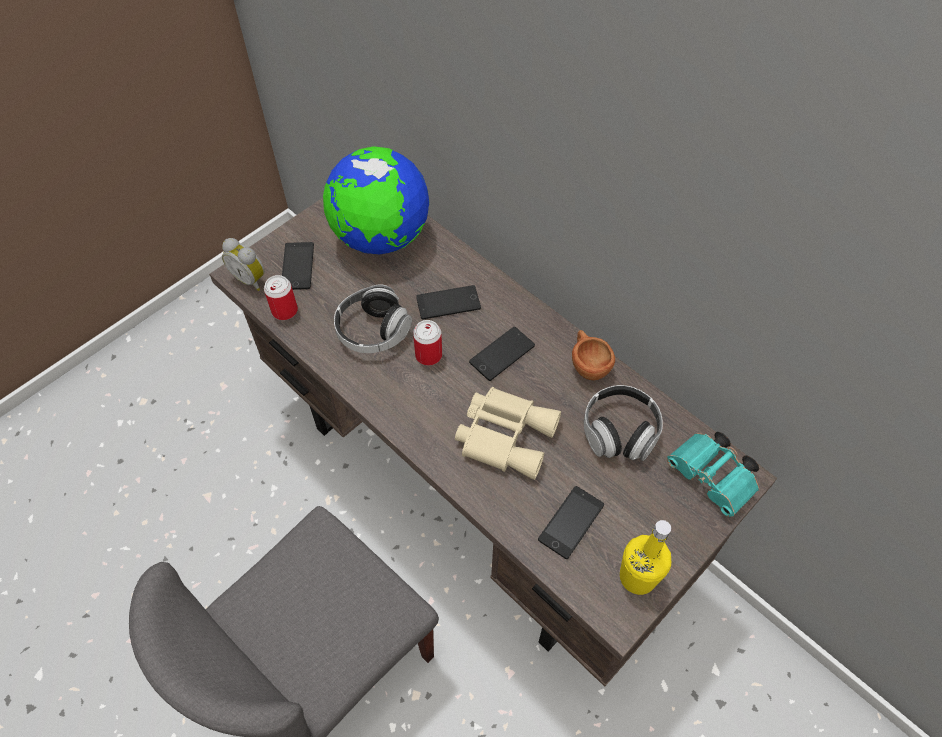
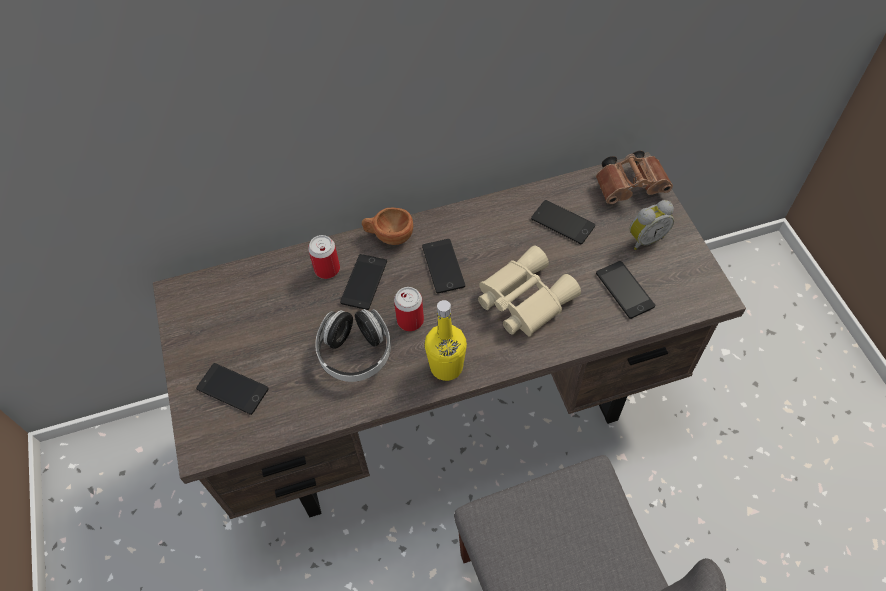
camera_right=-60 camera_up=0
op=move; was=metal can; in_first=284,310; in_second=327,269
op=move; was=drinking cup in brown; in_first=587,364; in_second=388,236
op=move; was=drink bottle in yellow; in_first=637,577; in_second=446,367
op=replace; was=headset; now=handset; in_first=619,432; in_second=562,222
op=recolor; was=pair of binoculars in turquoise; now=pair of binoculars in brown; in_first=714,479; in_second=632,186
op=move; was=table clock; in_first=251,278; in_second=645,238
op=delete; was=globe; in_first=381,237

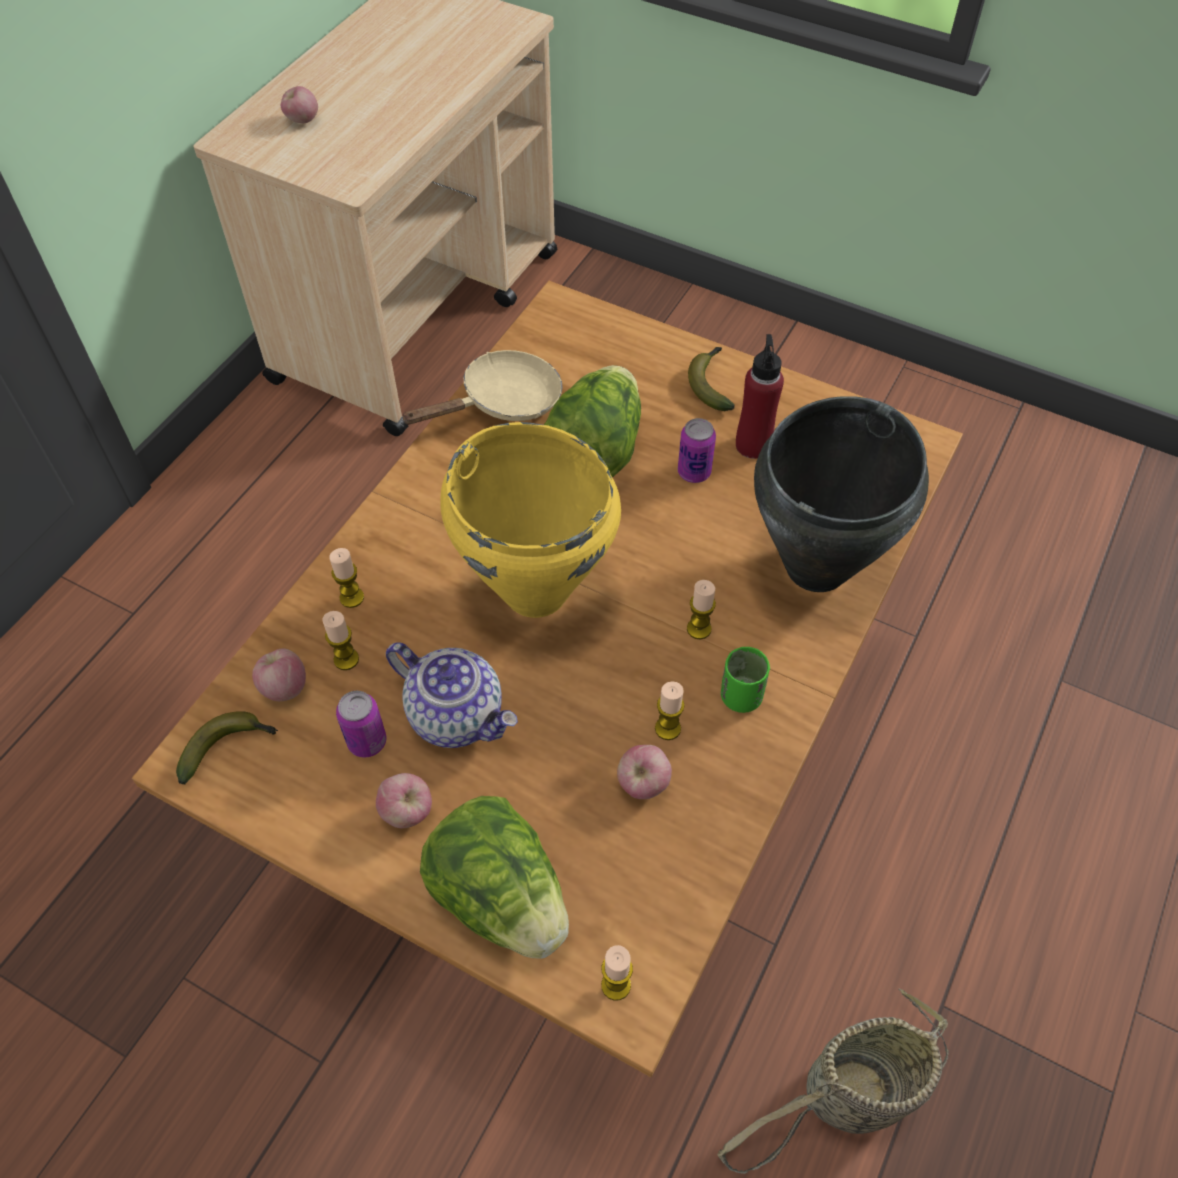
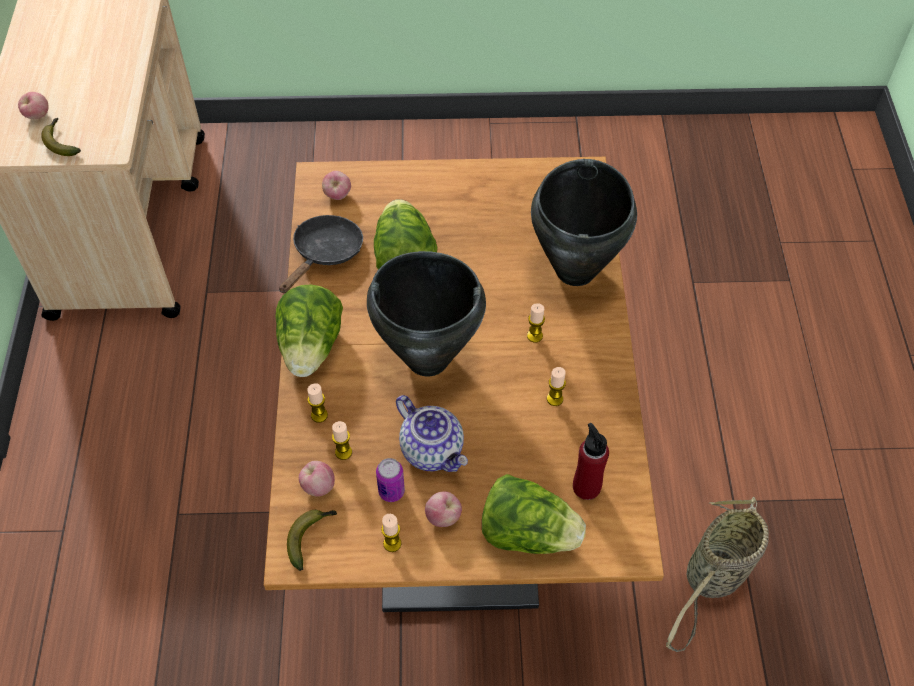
camera_right=-30 camera_up=0
op=move; was=banana fruit; in_first=711,383; in_second=61,142
op=insert; now=lettuce; in_second=311,347
op=recolor; was=frying pan in sand-coloured; now=frying pan in black-coloured; in_first=503,402; in_second=325,253
op=move; was=apple; in_first=643,784; in_second=337,195
op=recolor; was=cooking pot in yellow; now=cooking pot in black-coloured; in_first=535,590; in_second=427,358
op=move; was=candle; in_first=616,985; in_second=392,543
op=rotate; was=teapot; in_first=457,715; in_second=433,450; clockwise=45
op=move; was=drink bottle in red-coloured; in_first=753,445; in_second=586,487
op=delete; was=metal can; in_first=694,472
op=delete; was=drinking cup in green; in_first=740,696

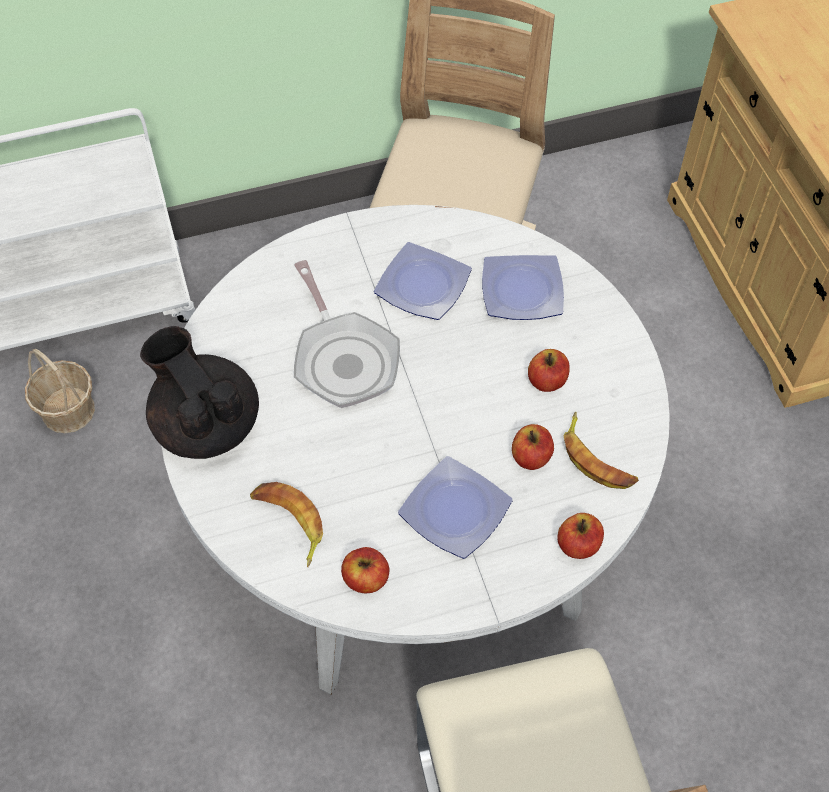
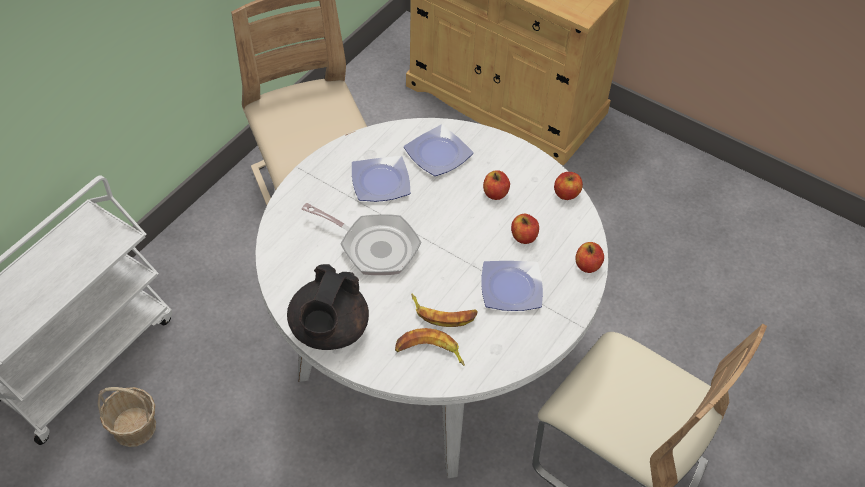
camera_right=-40 camera_up=-5
op=rotate; was=teapot in black-coloured; in_first=206,424; in_second=329,330; clockwise=-90
op=move; was=banana fruit; in_first=597,458; in_second=443,313
op=move; was=apple; in_first=366,579; in_second=566,193

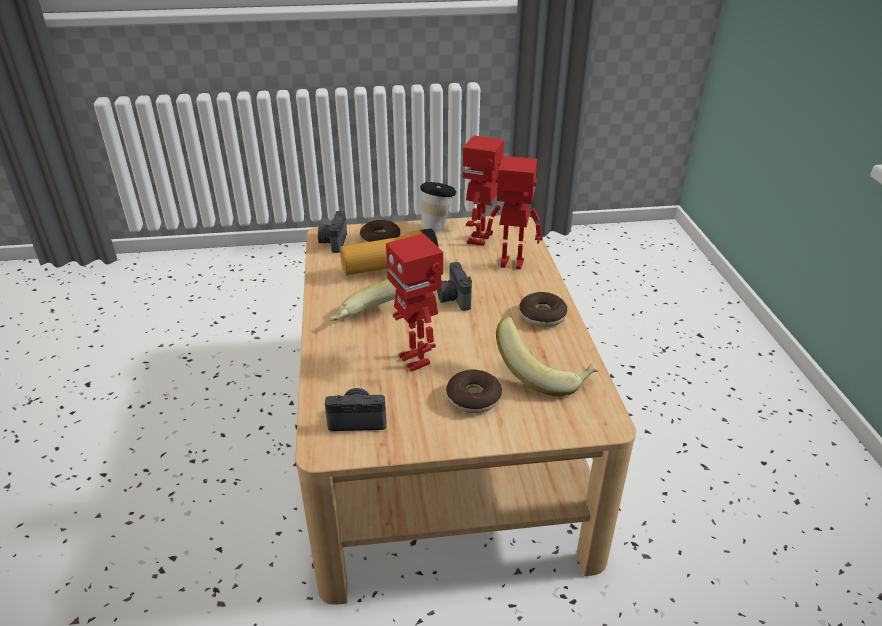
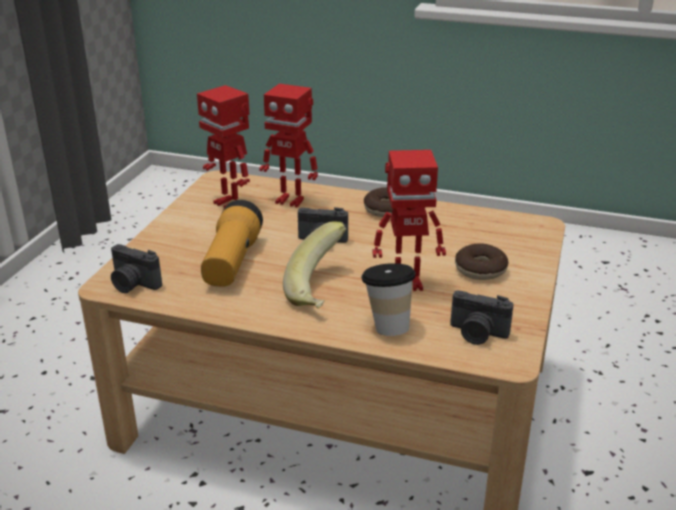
camera_right=-65 camera_up=-5
op=rotate; was=robot figure; in_first=511,264; in_second=291,200; clockwise=-105
op=move; was=drinking cup; in_first=437,226; in_second=387,326
op=rotate; was=still camera; in_first=357,420; in_second=477,334; clockwise=-90
op=delete; was=doughnut; in_first=380,239
op=delete; was=banana fruit; in_first=544,374

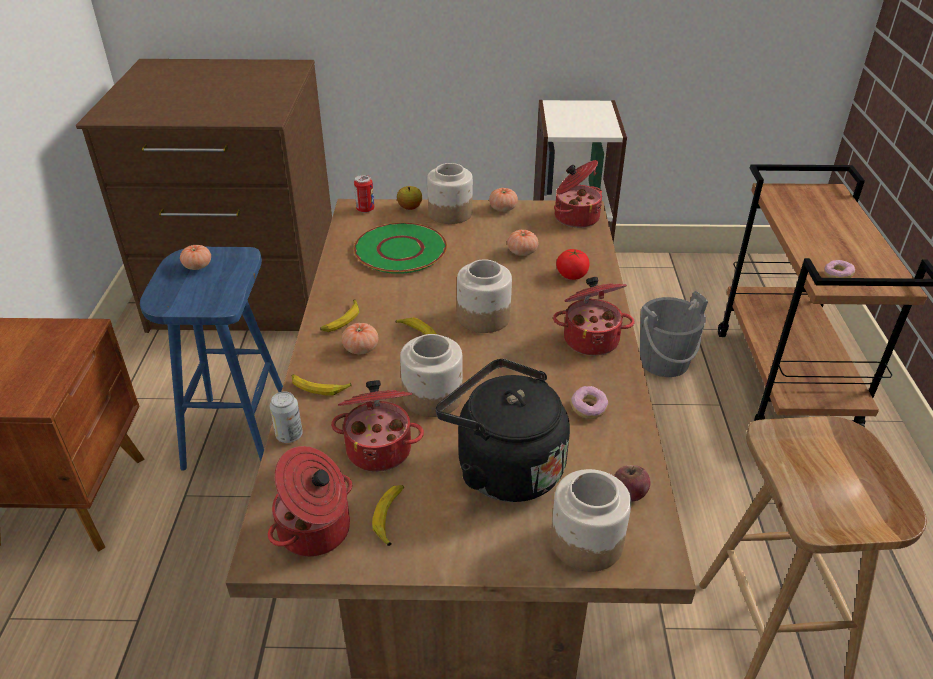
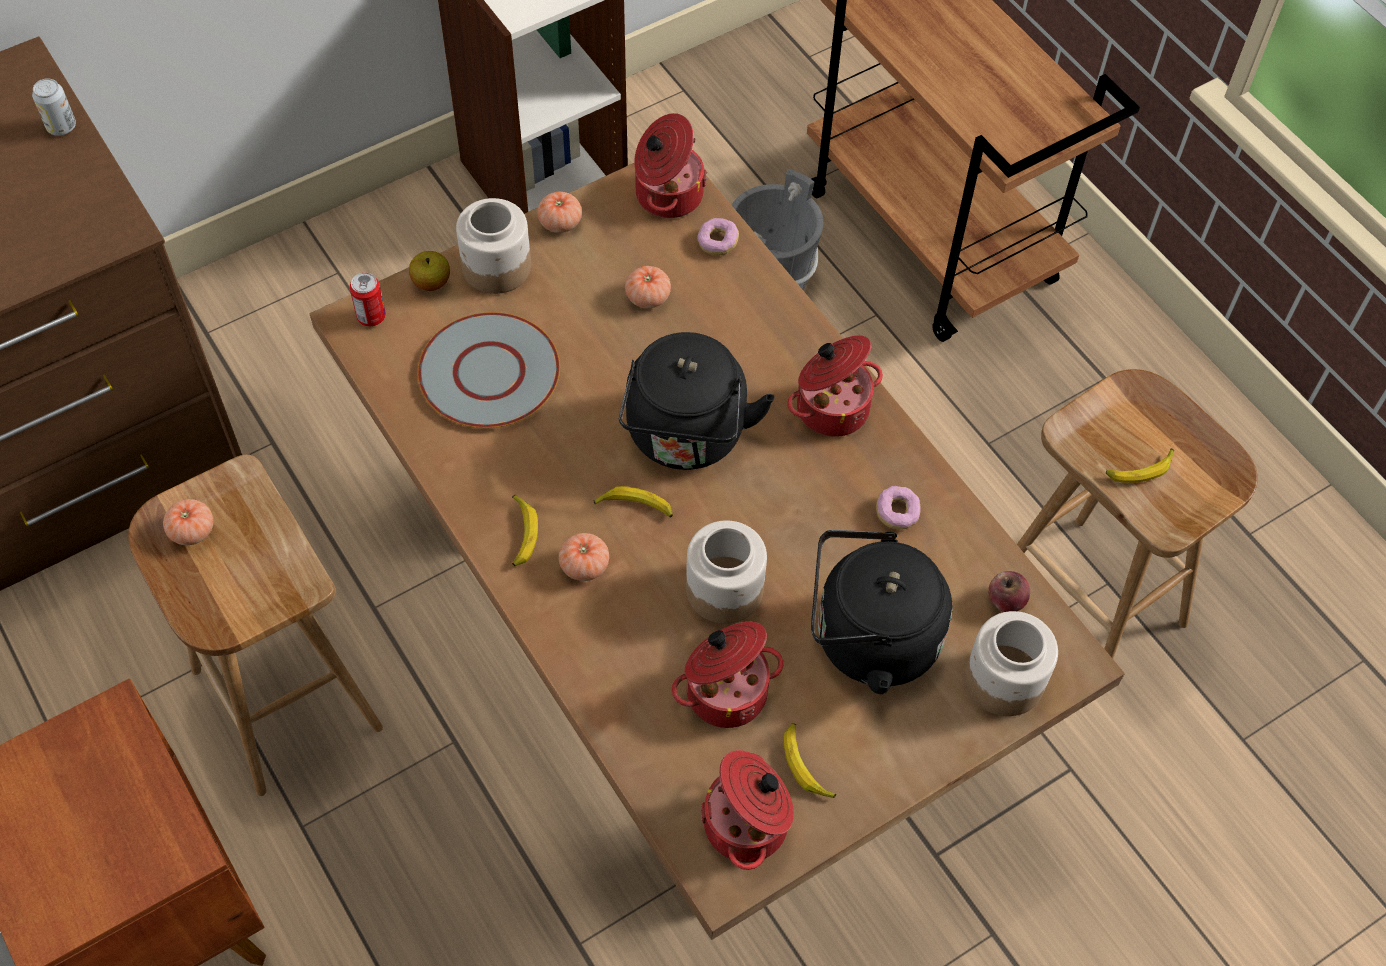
camera_right=-35 camera_up=20
op=move; was=metal can; in_first=289,435; in_second=61,127
op=recolor; was=stool in bluish; now=stool in brown; in_first=236,432; in_second=283,698
op=recolor; was=dinner plate in green; now=dinner plate in grey; in_first=400,250; in_second=488,373
op=replace; was=preserve jar; now=kettle in black-coloured; in_first=483,317; in_second=686,438
op=move; was=doughnut; in_first=837,276; in_second=717,243
op=move; was=banana fruit; in_first=319,387; in_second=1139,470
op=delete; was=fresh tomato; in_first=571,275

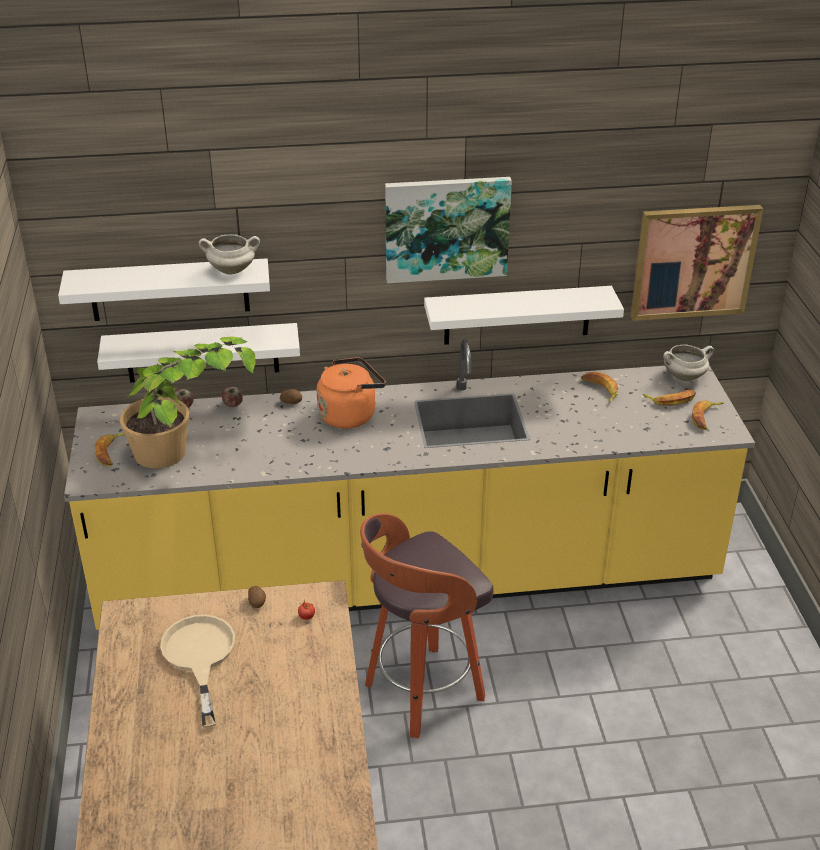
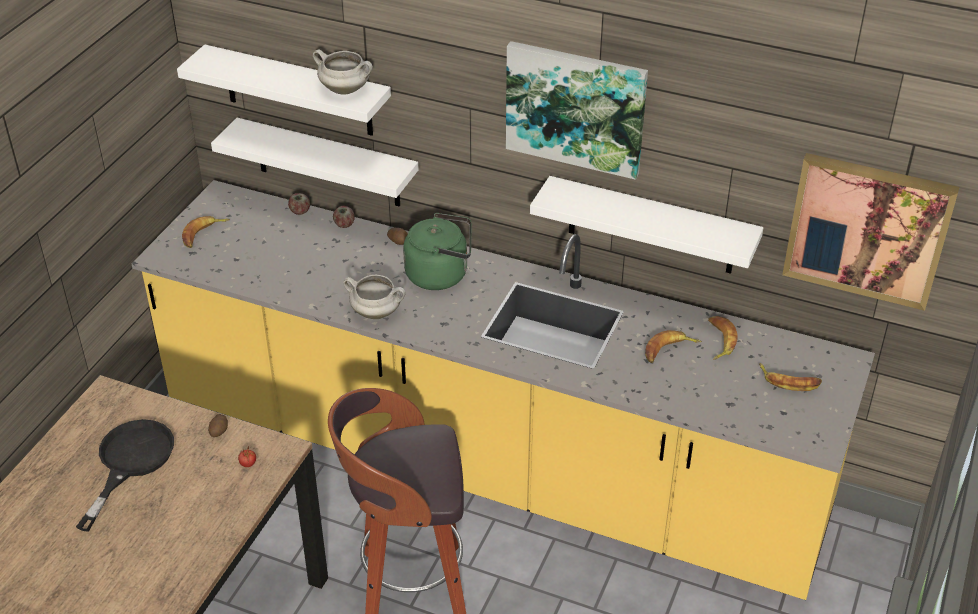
camera_right=30 camera_up=5
op=recolor; was=frying pan in sand-coloured; now=frying pan in black-coloured; in_first=199,657; in_second=130,462
op=move; was=cooking pot in white-coloured; in_first=684,376; in_second=377,312
op=recolor; was=kettle in orange-coloured; now=kettle in green; in_first=350,414; in_second=441,274
op=move; was=banana fruit; in_first=706,417; in_second=668,350
op=delete; was=potted plant; in_first=187,453

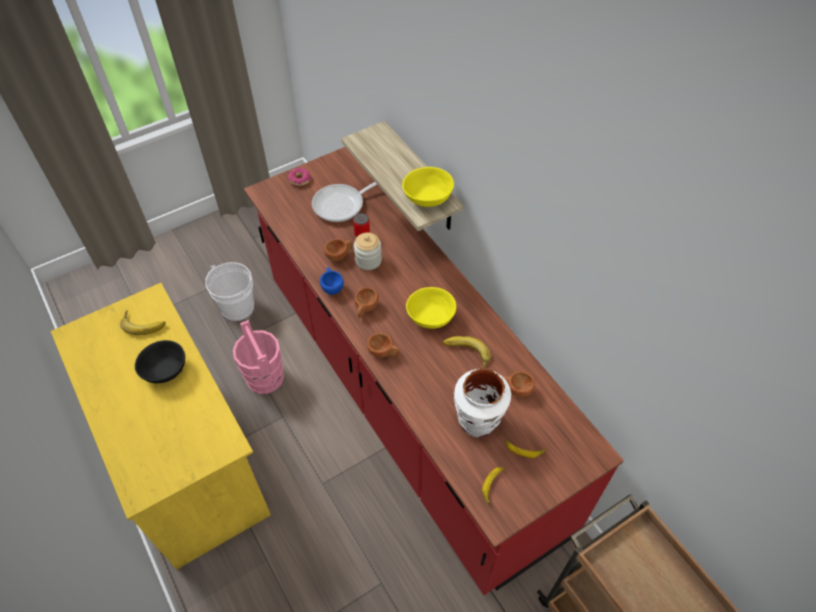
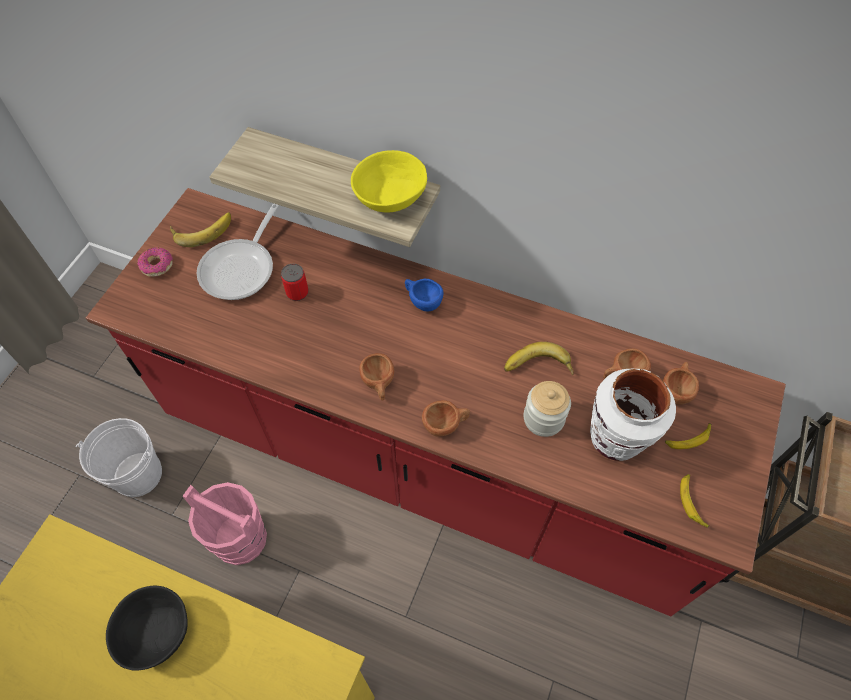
camera_right=-35 camera_up=5
op=move; was=banana fruit; in_first=144,323; in_second=202,229
op=move; was=drinking cup in bluish; in_first=331,286; in_second=422,301
op=move; was=preserve jar; in_first=368,260; in_second=543,418
op=move; was=drinking cup in brown; in_first=340,255; in_second=676,389
op=delete; was=serving bowl in yellow; in_first=431,317

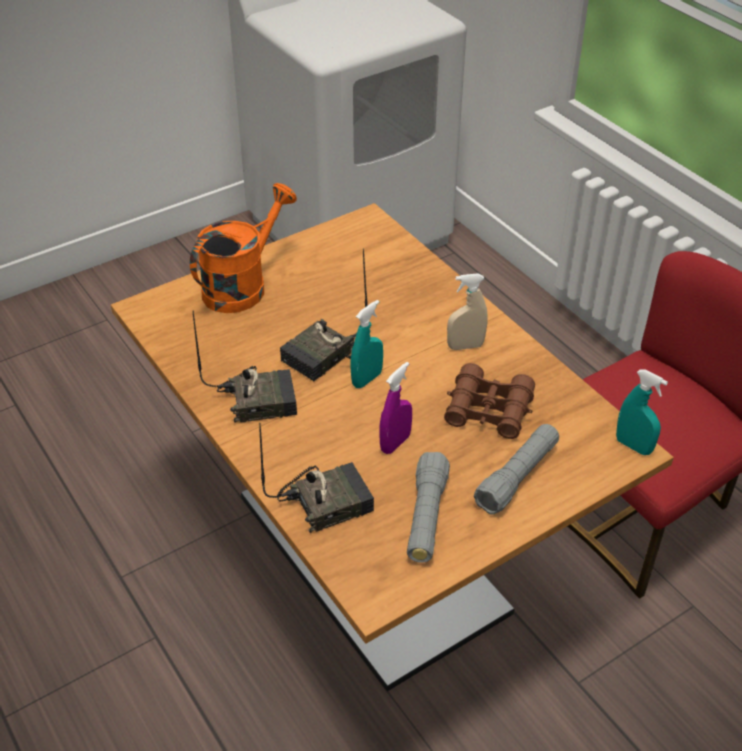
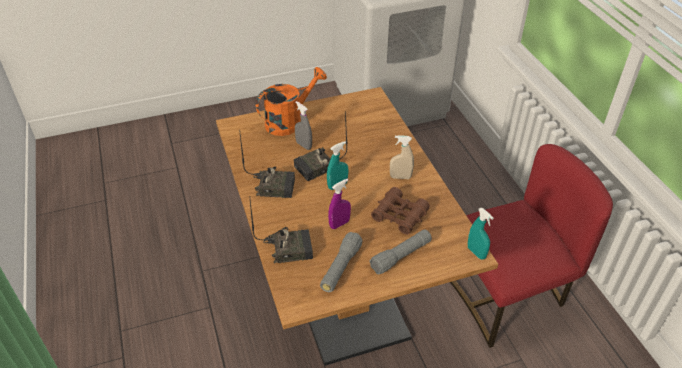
camera_right=15 camera_up=0
op=insert; now=hand sprayer in grey; in_second=303,145

